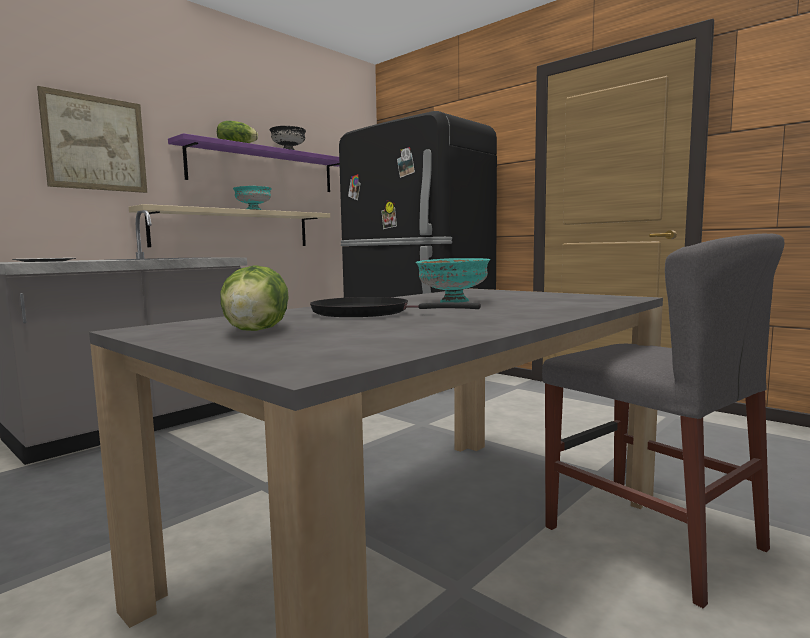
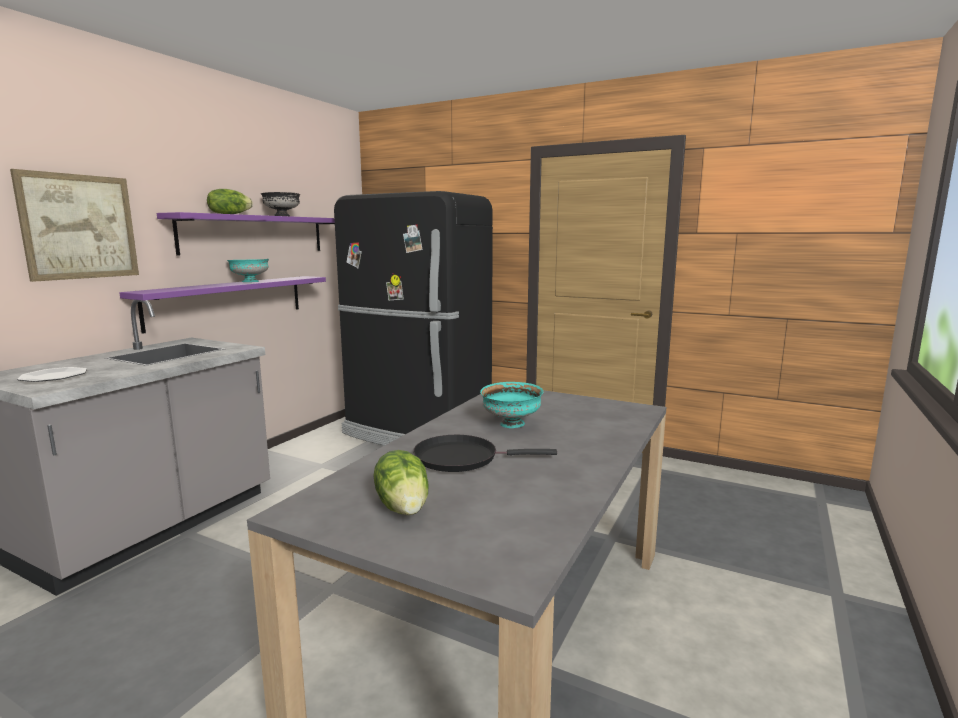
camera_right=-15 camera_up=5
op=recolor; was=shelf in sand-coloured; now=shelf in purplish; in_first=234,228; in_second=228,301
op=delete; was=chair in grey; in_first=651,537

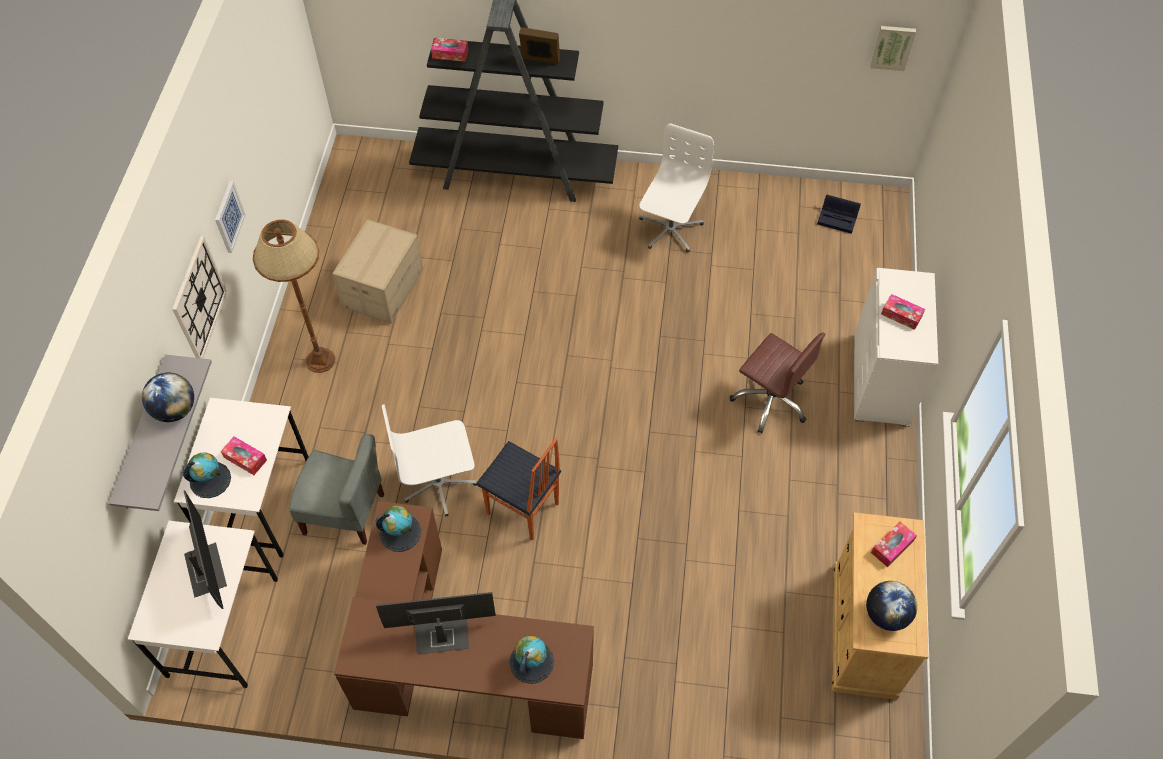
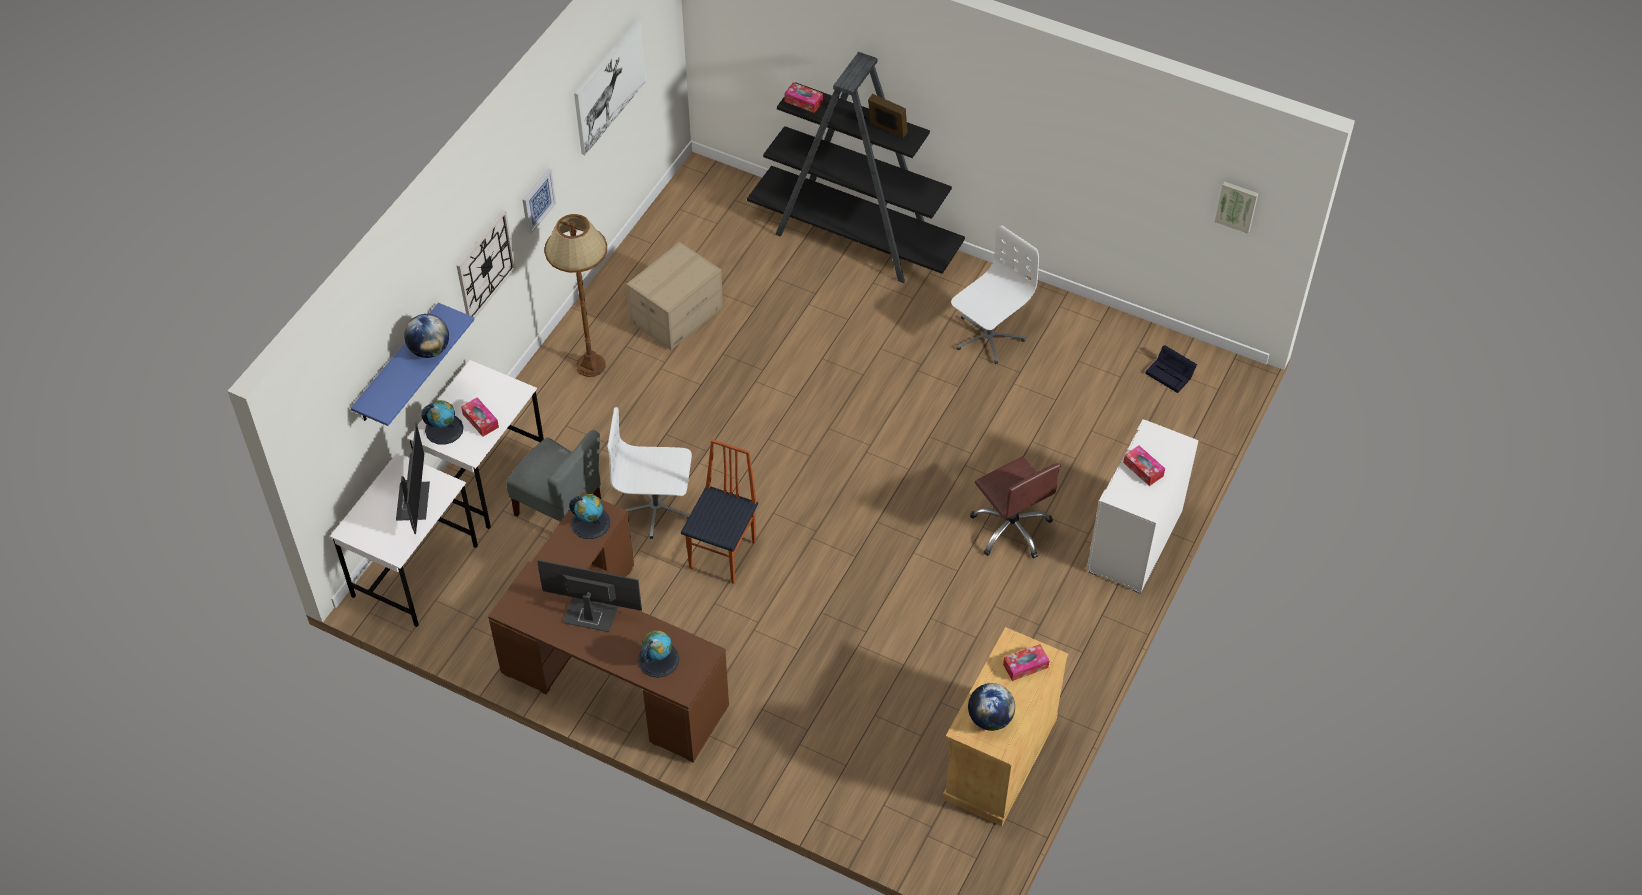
camera_right=20 camera_up=-5
op=recolor; was=shelf in grey; now=shelf in bluish; in_first=143,435; in_second=397,365
op=insert; now=wall picture; in_second=609,86
op=rotate; was=chair; in_first=522,510; in_second=724,555; clockwise=-120

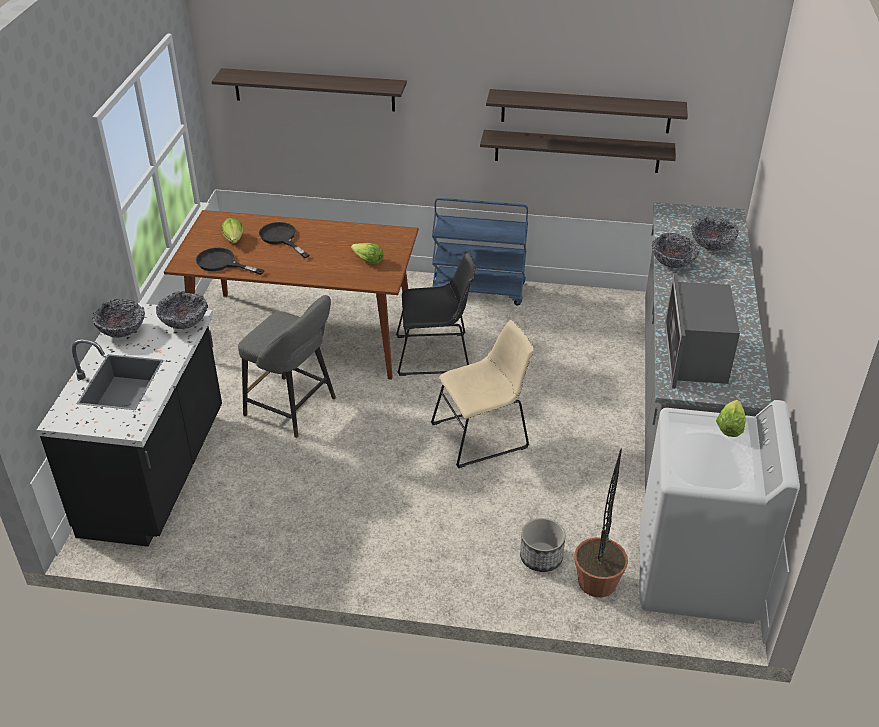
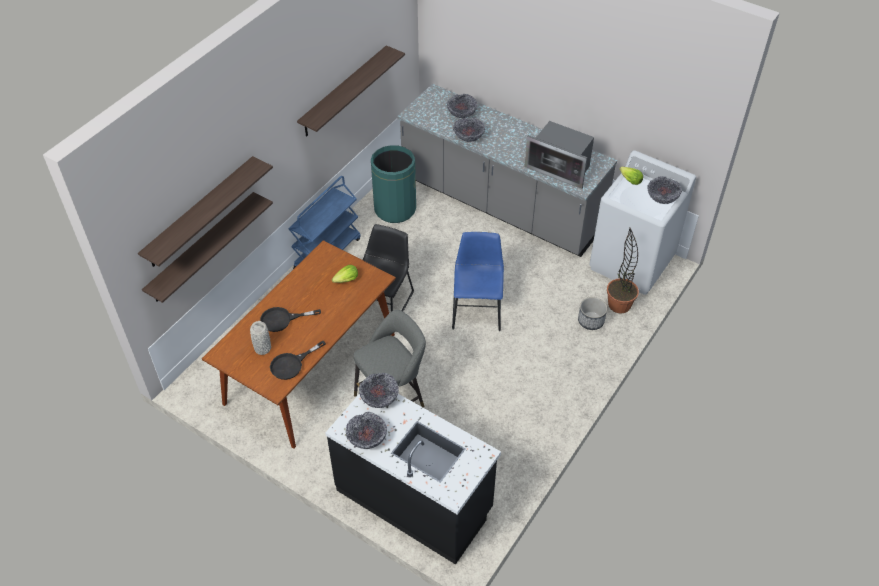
camera_right=-65 camera_up=10
op=move; was=shelf; in_first=577,151; in_second=202,248
op=replace; was=lettuce; now=flower vase in grey; in_first=234,239; in_second=262,348
op=insert; now=trash can in green; in_second=395,209
op=recolor; was=chair in sand-coloured; now=chair in bluish; in_first=483,435; in_second=477,307
op=insert; now=serving bowl; in_second=661,199

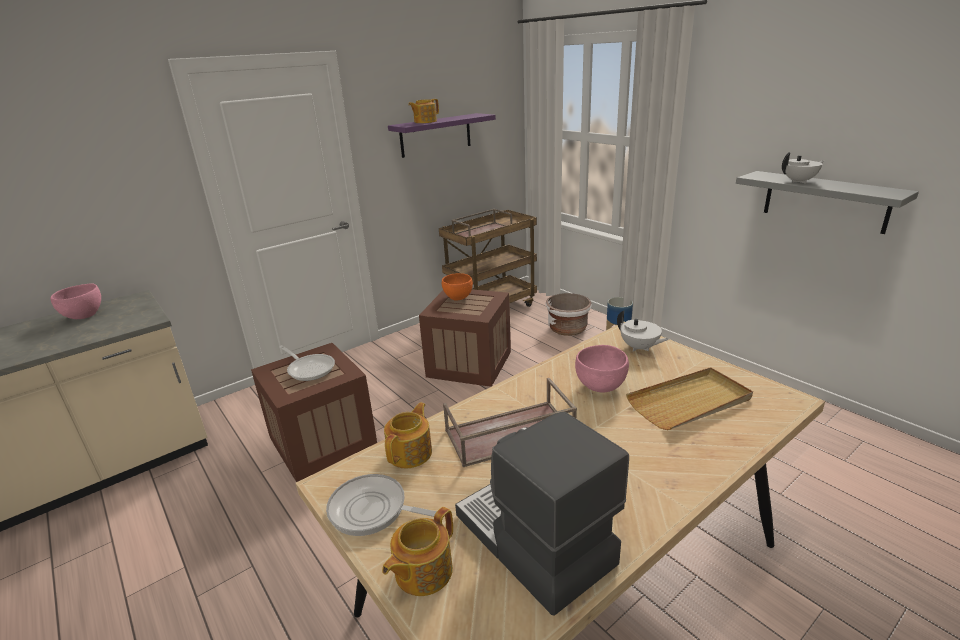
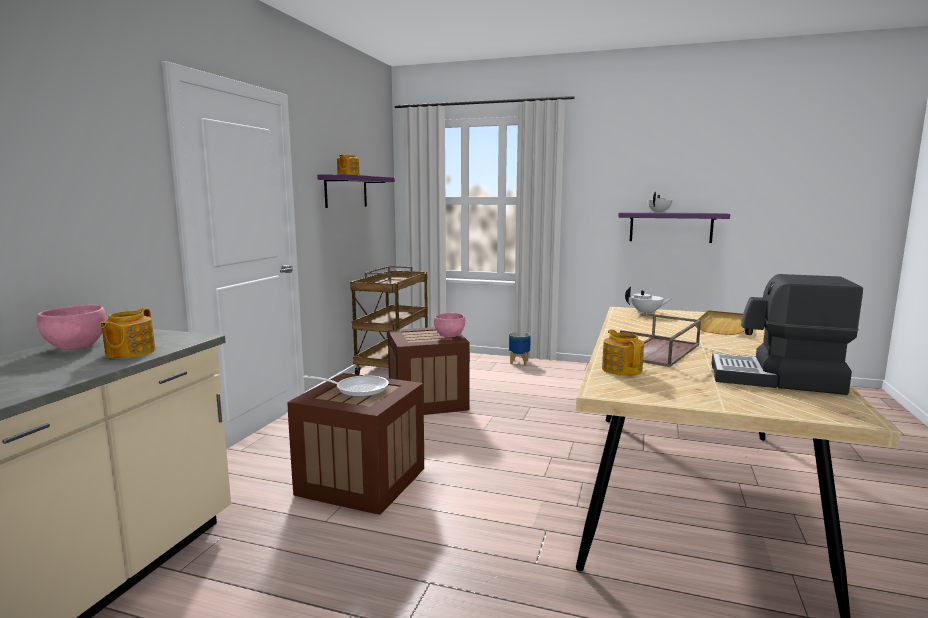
camera_right=-35 camera_up=-15
op=move; was=teapot; in_first=422,571; in_second=129,352
op=move; was=serving bowl in pinkish; in_first=600,386; in_second=449,336
op=recolor; was=shelf in grey; now=shelf in purplish; in_first=825,201; in_second=670,227
op=delete; was=frying pan; in_first=372,510
op=delete; was=serving bowl in orange-coloured; in_first=458,297
op=delete; was=flower pot in white-coloured; in_first=567,329

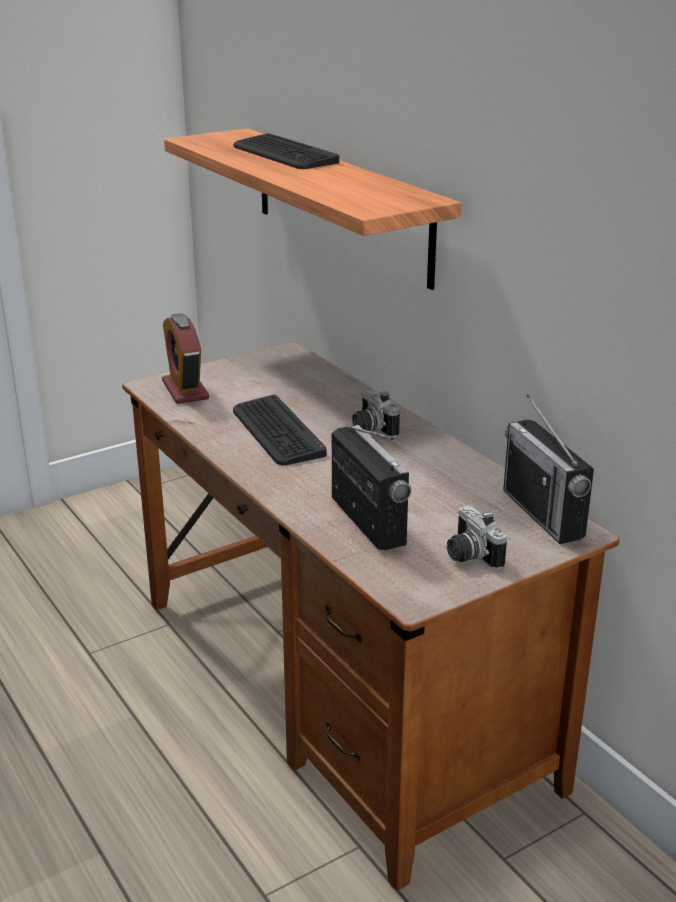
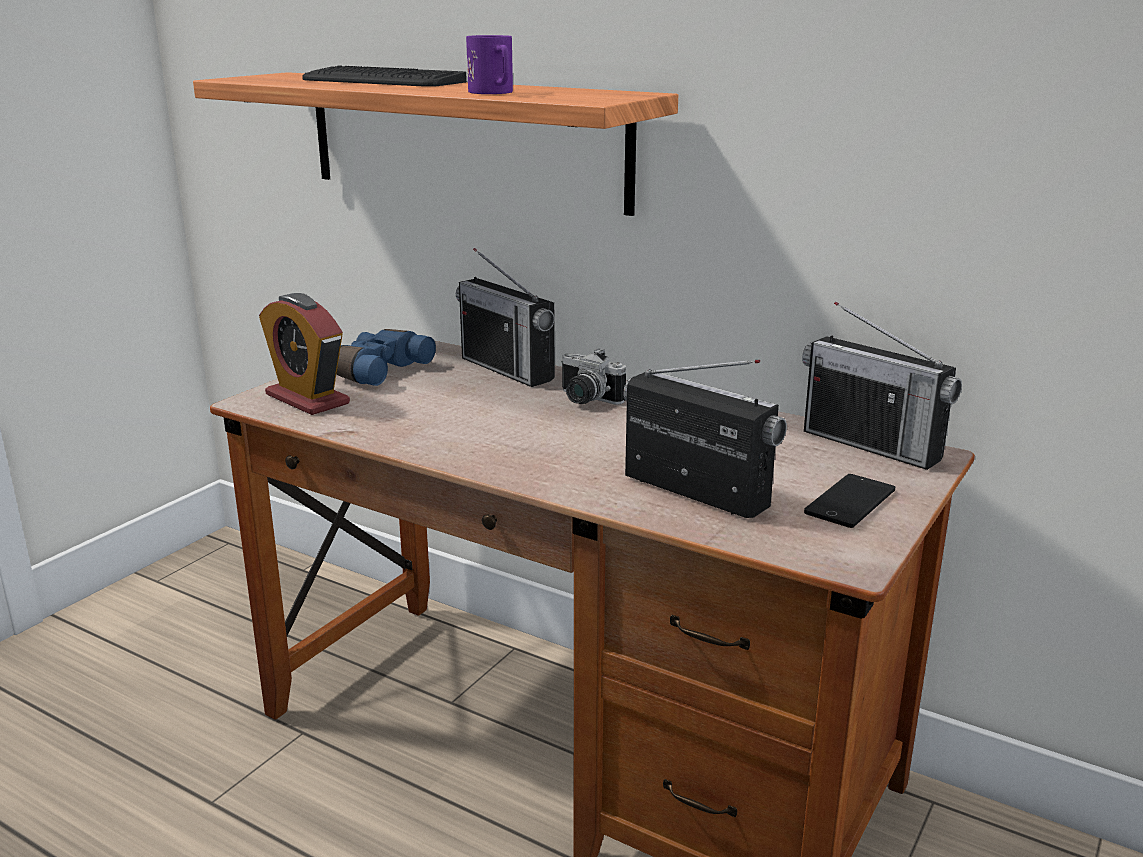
camera_right=-25 camera_up=-5
op=insert; now=pair of binoculars in bluish; in_second=376,371
op=insert; now=radio receiver; in_second=507,369
op=insert; now=mug in purplish; in_second=494,93
op=replace; was=still camera; now=handset; in_first=468,555; in_second=850,502
op=delete; was=PC keyboard; in_first=277,431

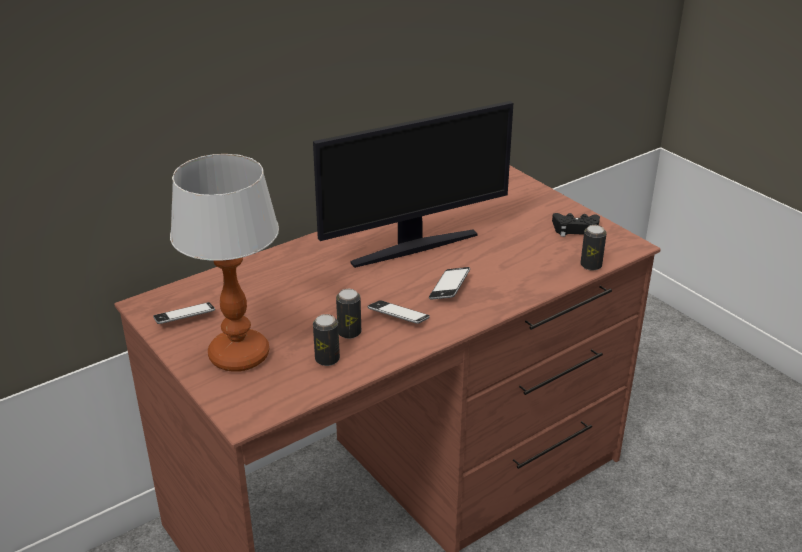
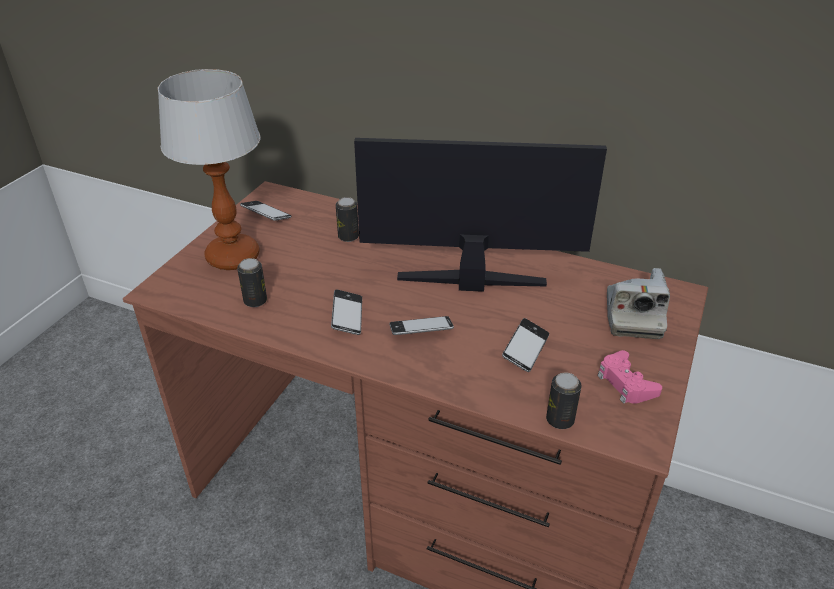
camera_right=60 camera_up=5
op=move; was=metal can; in_first=349,332; in_second=348,237
op=rotate; was=computer display; in_first=413,246; in_second=471,283; clockwise=150
op=insert; now=handset; in_second=525,349
op=recolor; was=gamepad in black-coloured; now=gamepad in pinkish; in_first=575,229; in_second=625,383
op=insert; now=still camera; in_second=633,316

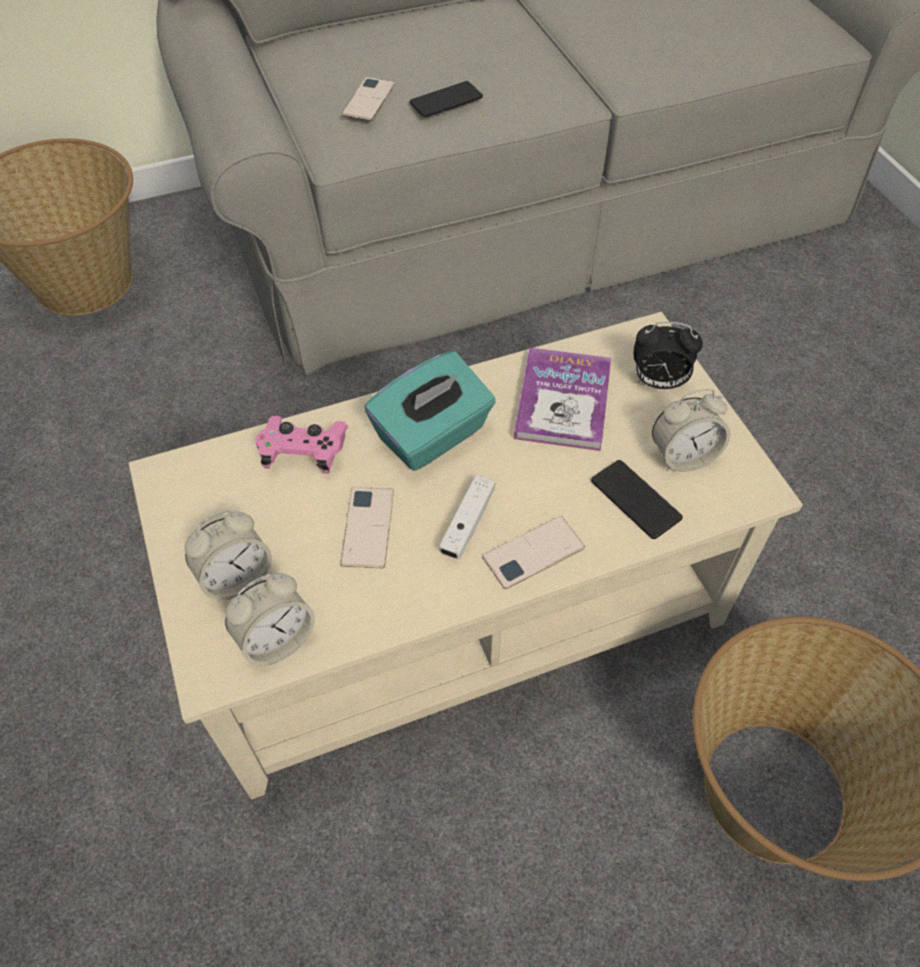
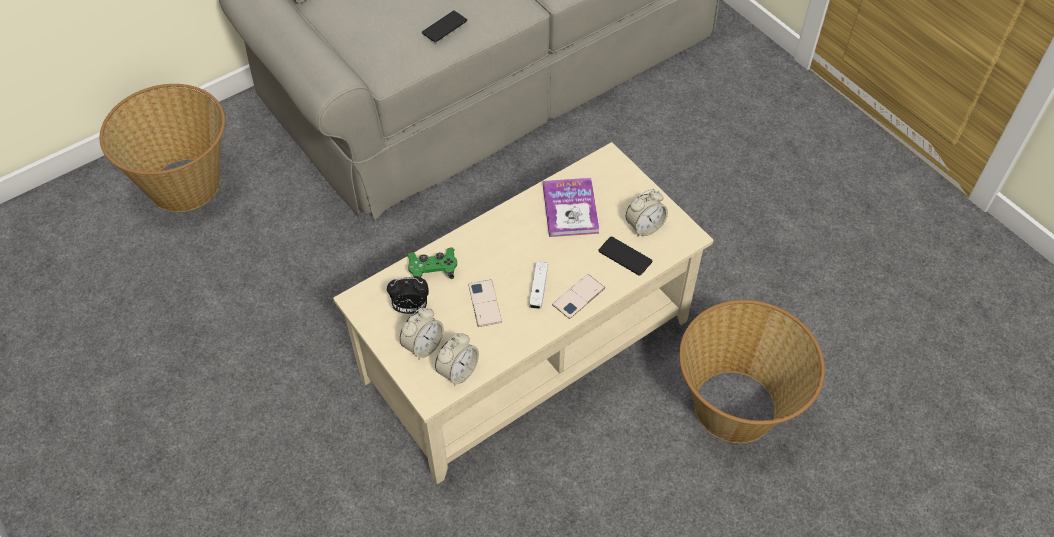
camera_right=-15 camera_up=0
op=move; was=table clock; in_first=658,382; in_second=410,308
op=recolor; was=gamepad in pinkish; now=gamepad in green; in_first=304,452; in_second=433,270
op=delete; was=handset; in_first=368,100
op=delete; was=box of tissues in turquoise; in_first=433,435

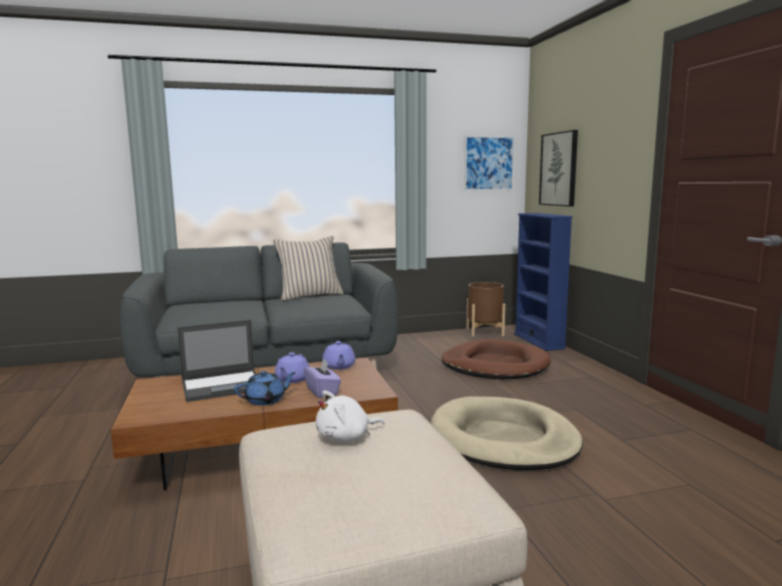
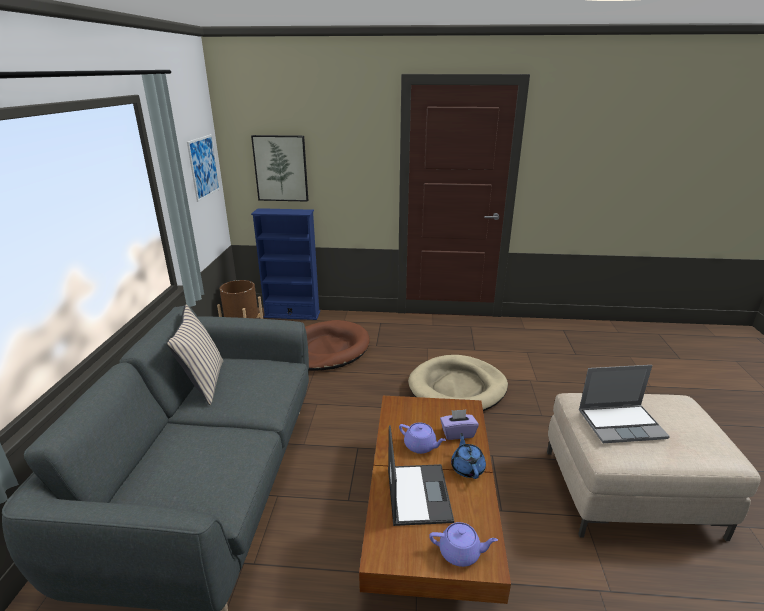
camera_right=-70 camera_up=15
op=move; was=teapot in purplish; in_first=339,366; in_second=460,552
op=replace; was=plush toy in white-coloured; now=portable computer; in_first=346,437; in_second=621,424

